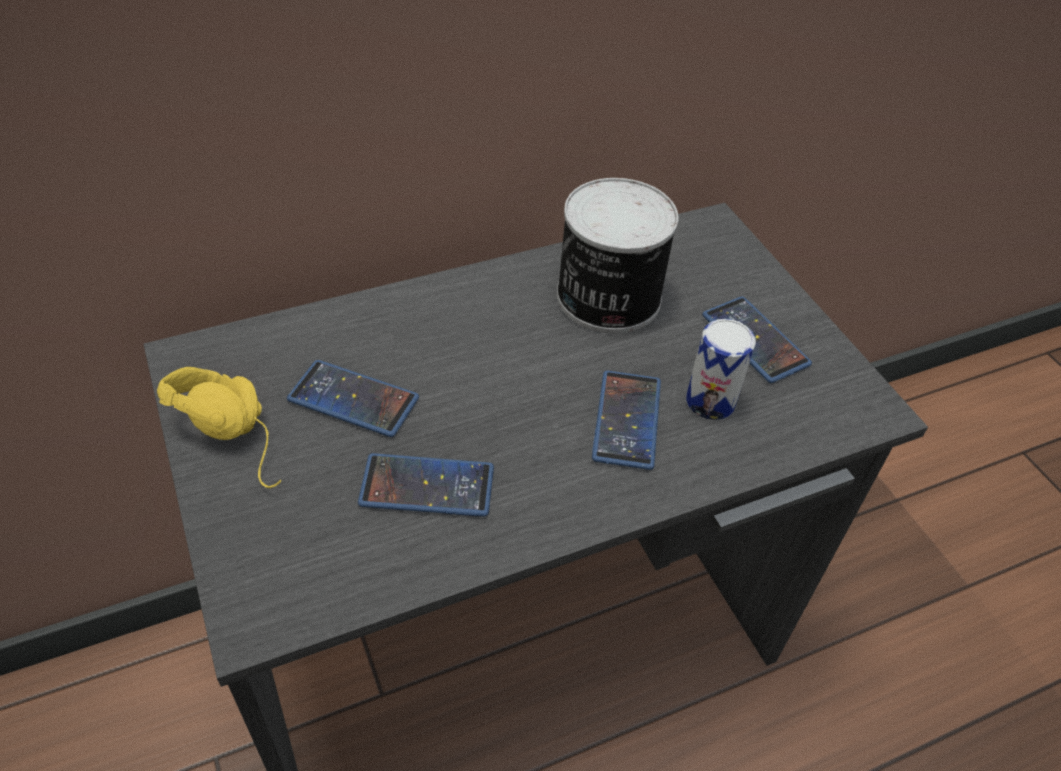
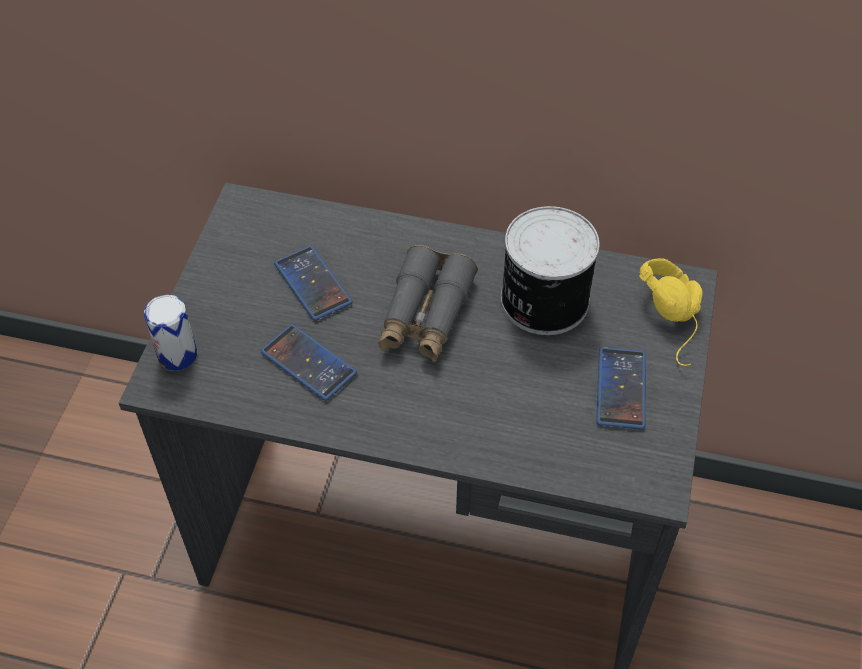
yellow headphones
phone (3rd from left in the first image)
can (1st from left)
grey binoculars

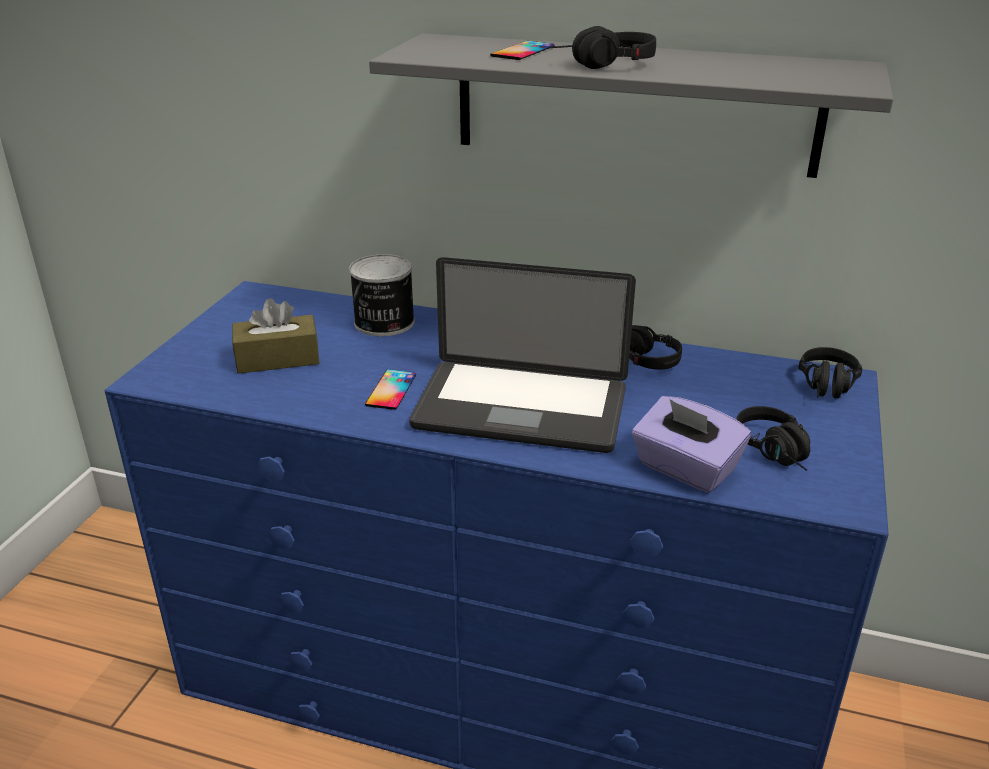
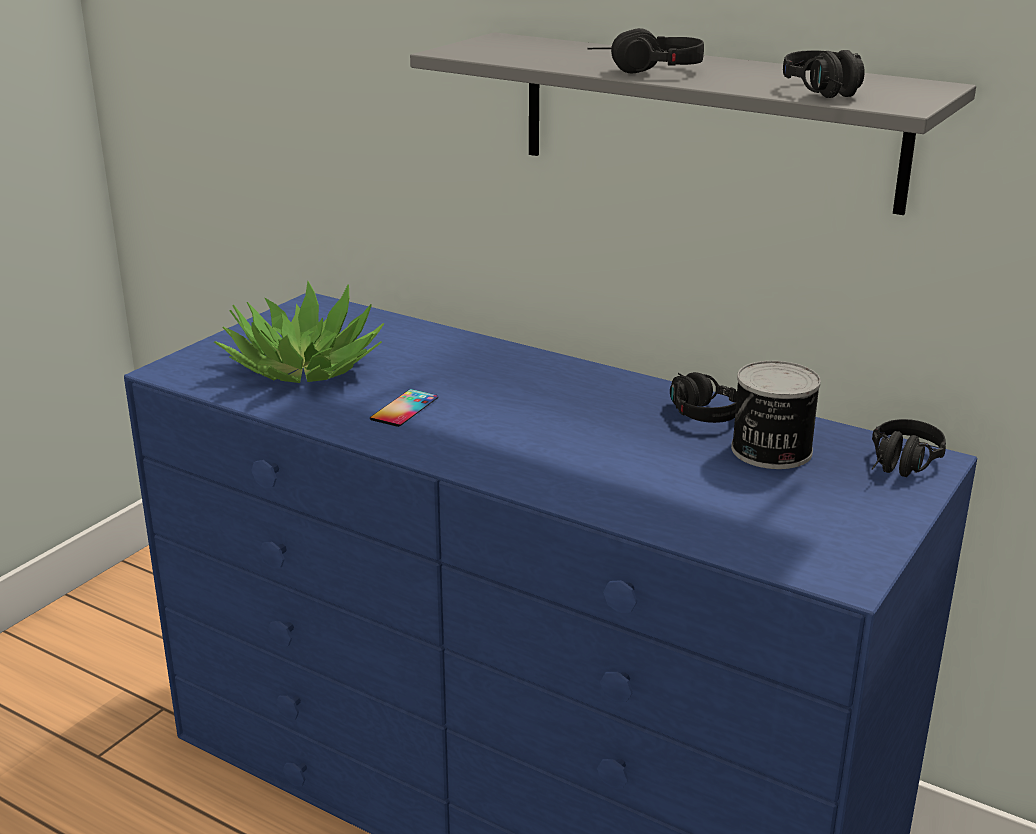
potted plant
can
laptop
phone (2nd from left in the first image)
purple tissue box
black headphones (3rd from left)

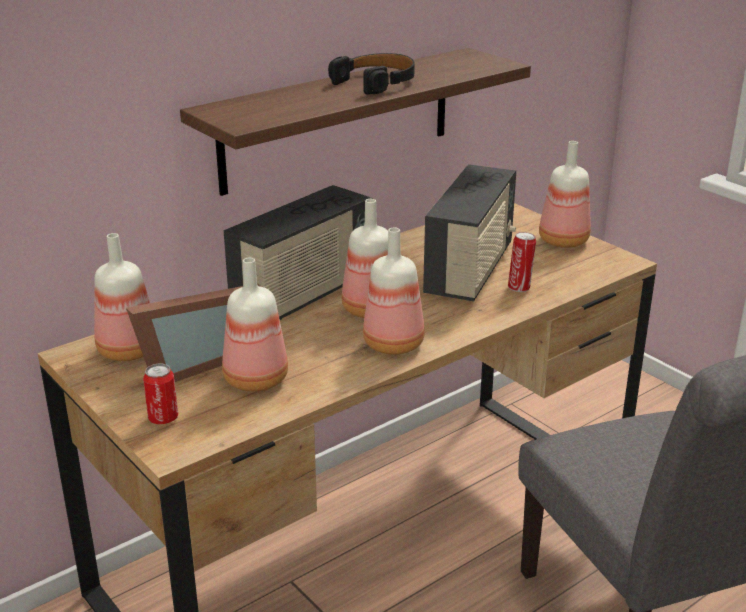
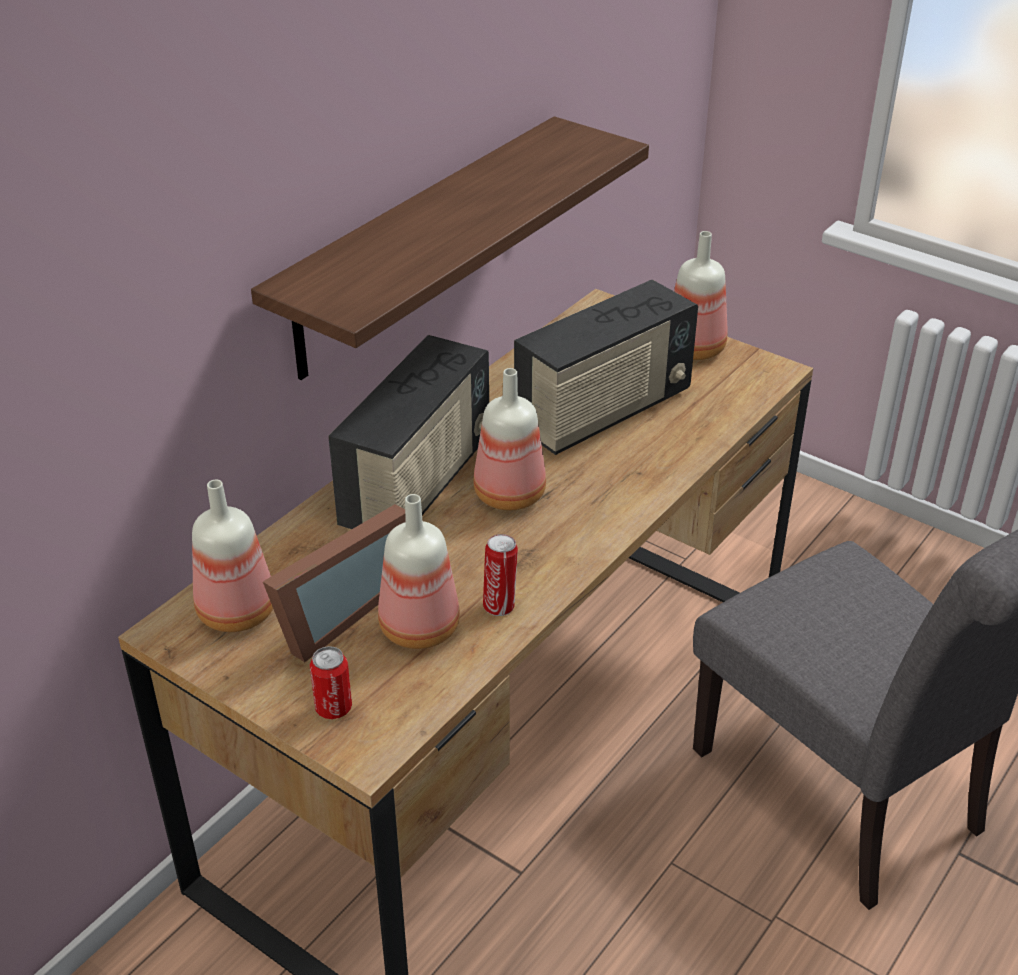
black headphones
bottle (4th from left in the first image)
radio (2nd from left)
can (2nd from left)

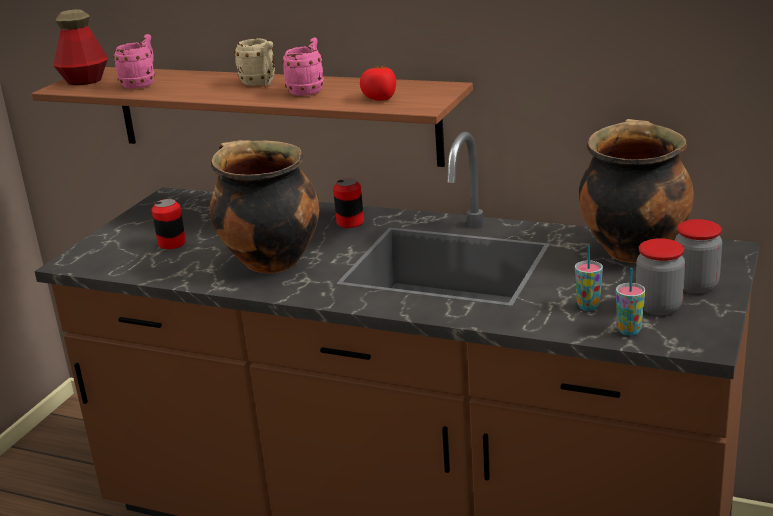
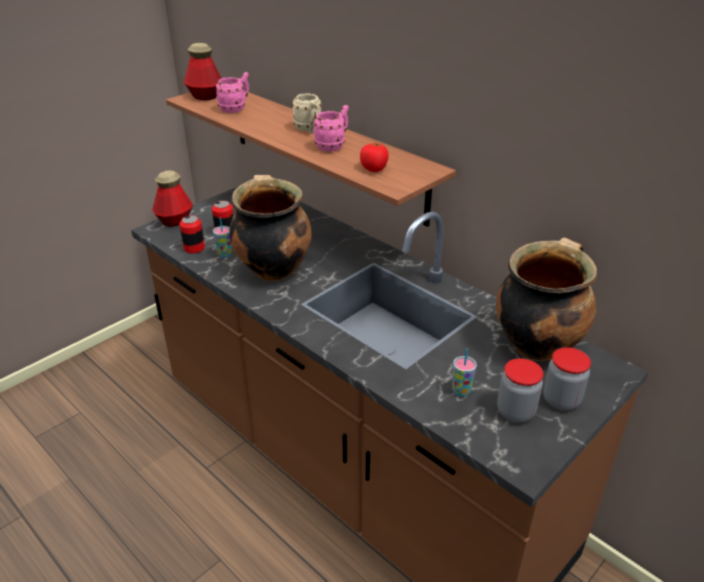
can (1st from left)
cup (1st from left)
bottle (1st from left)

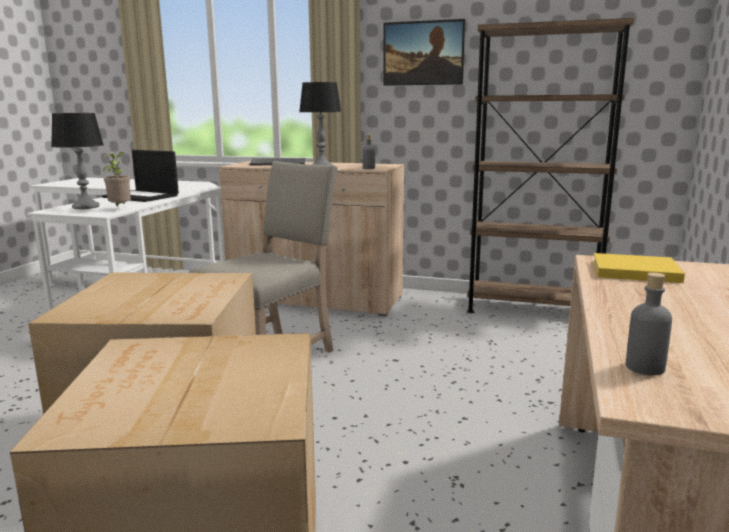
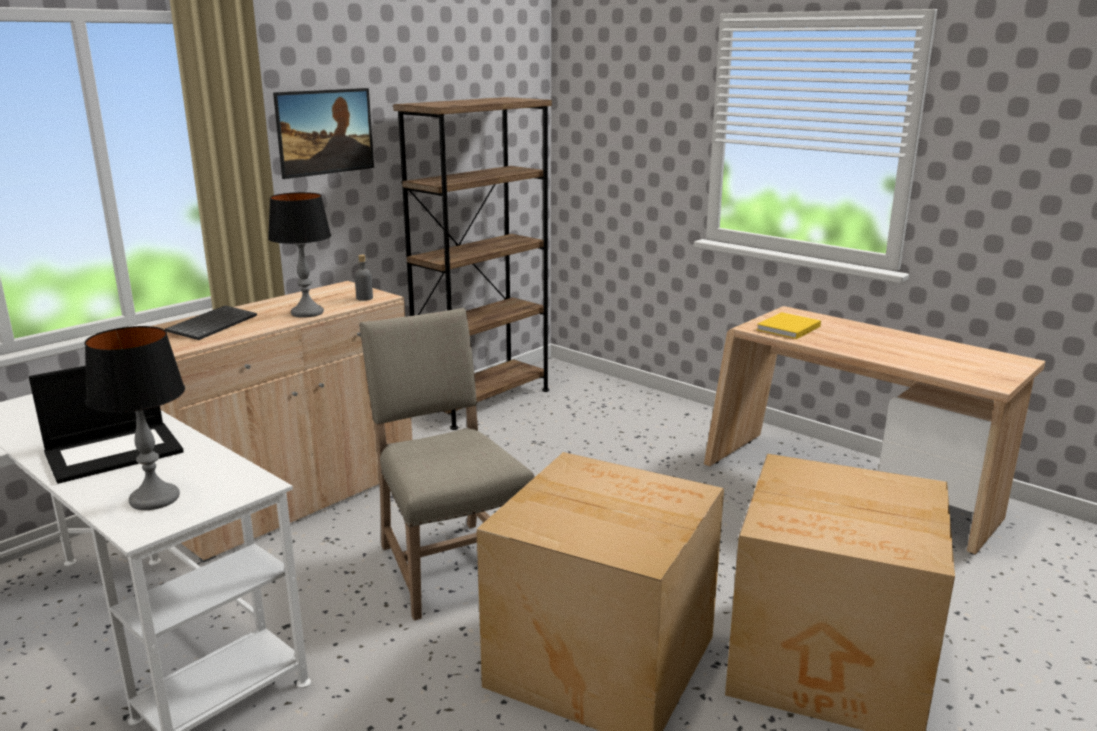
potted plant
grey bottle (2nd from left in the first image)

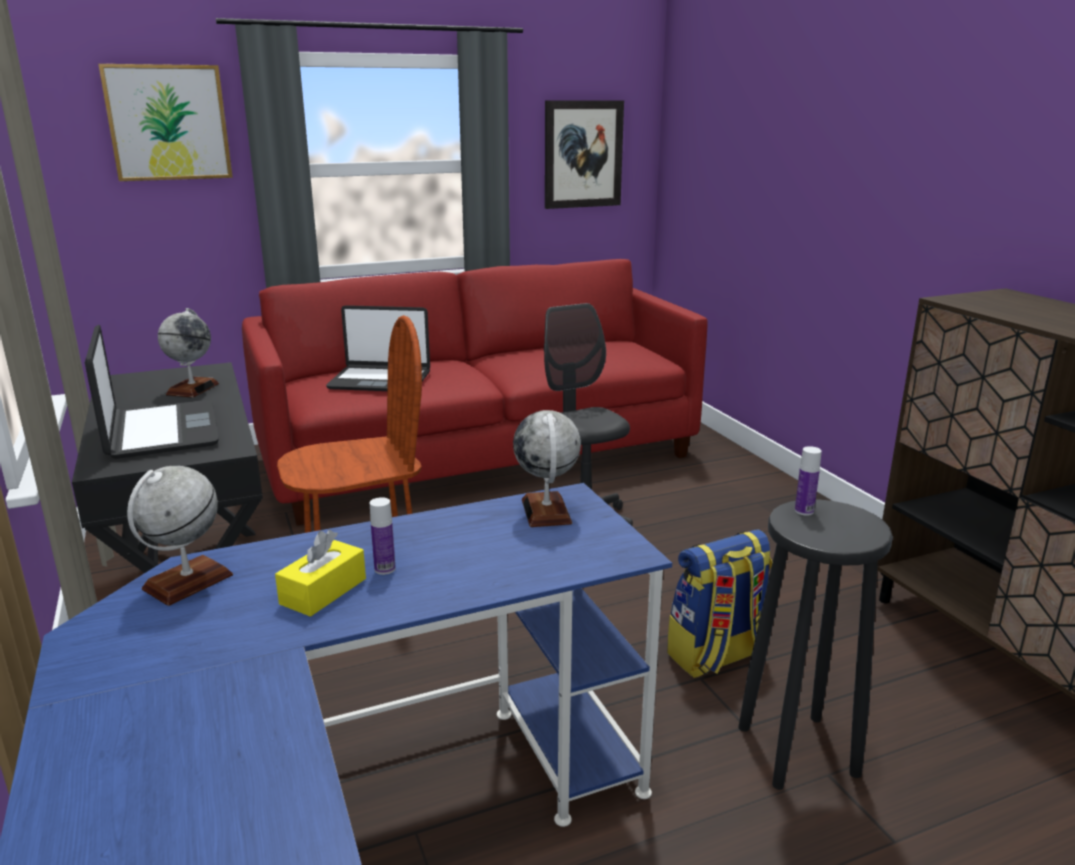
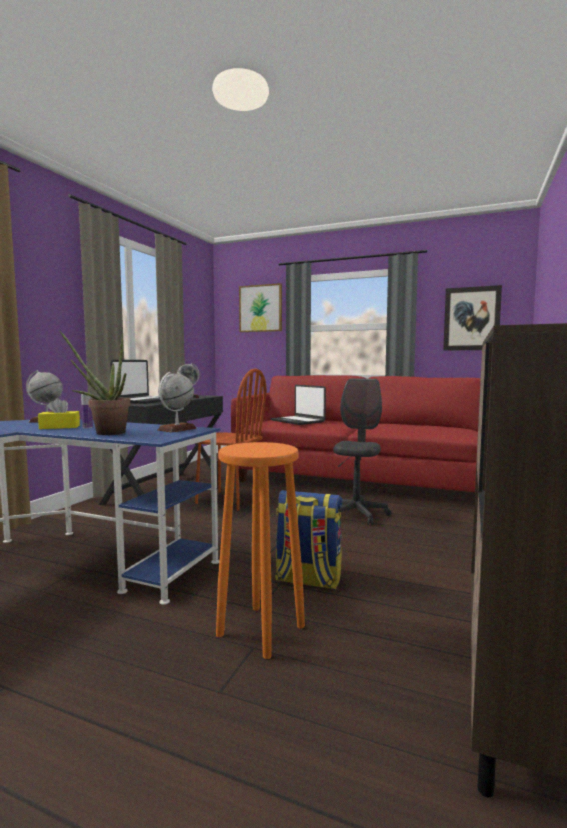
orange stool
bottle (2nd from left in the first image)
potted plant

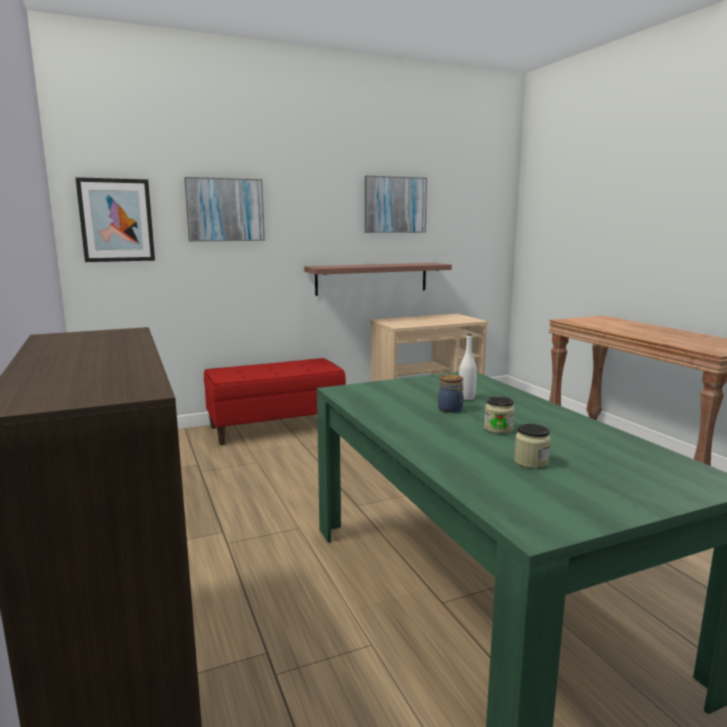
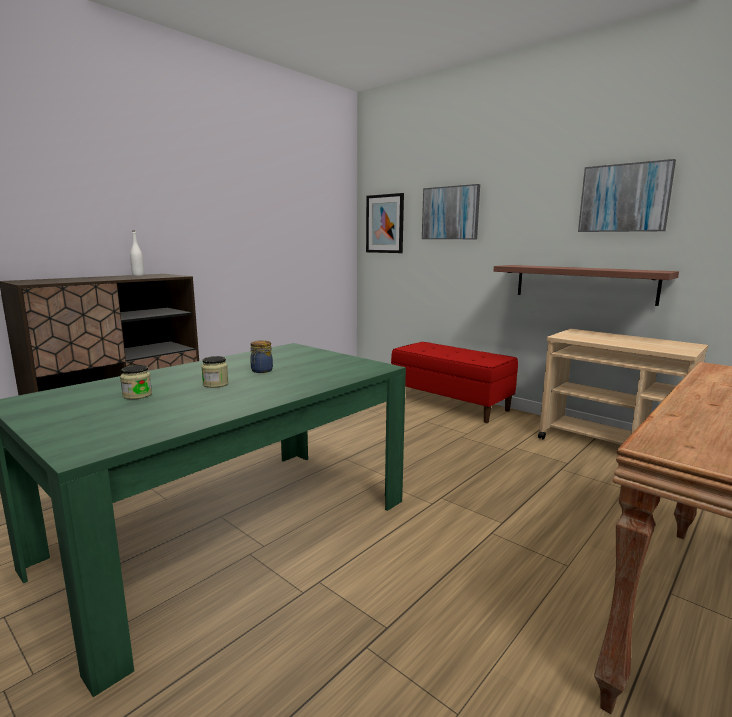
white bottle

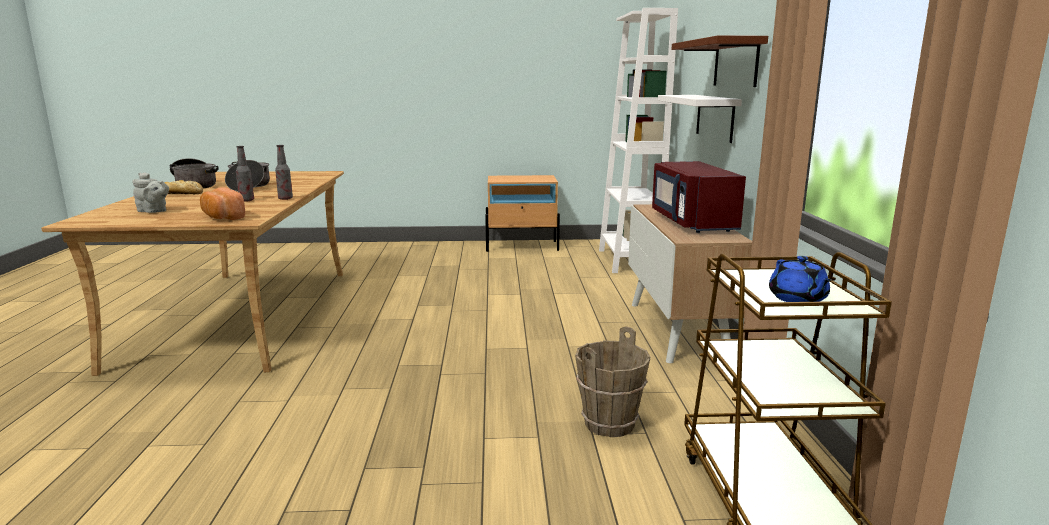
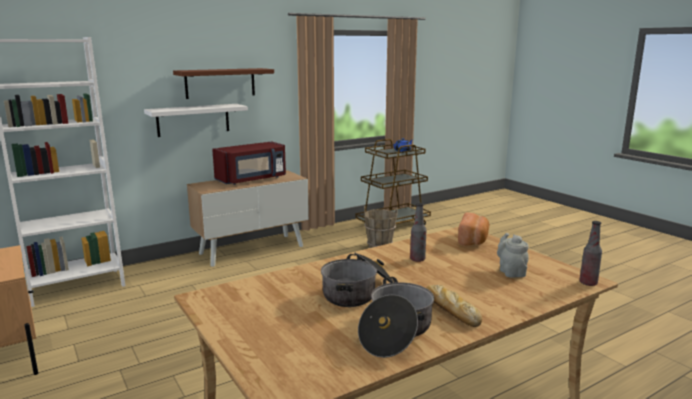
bottle (2nd from left)

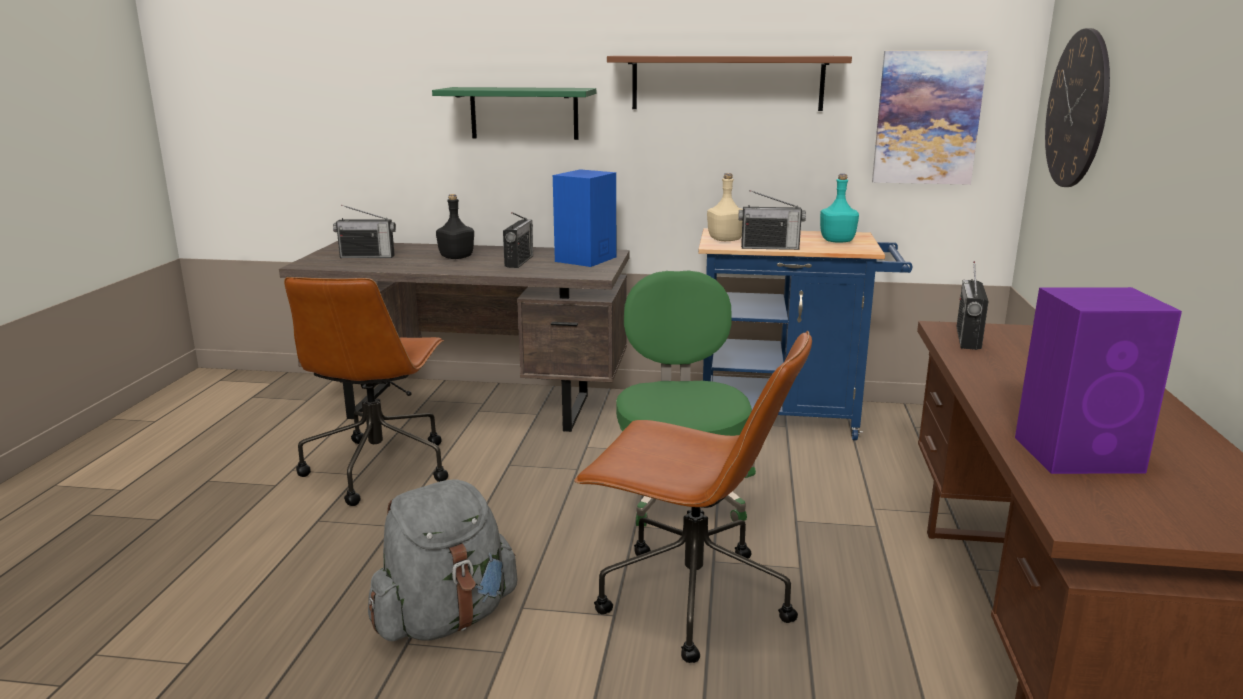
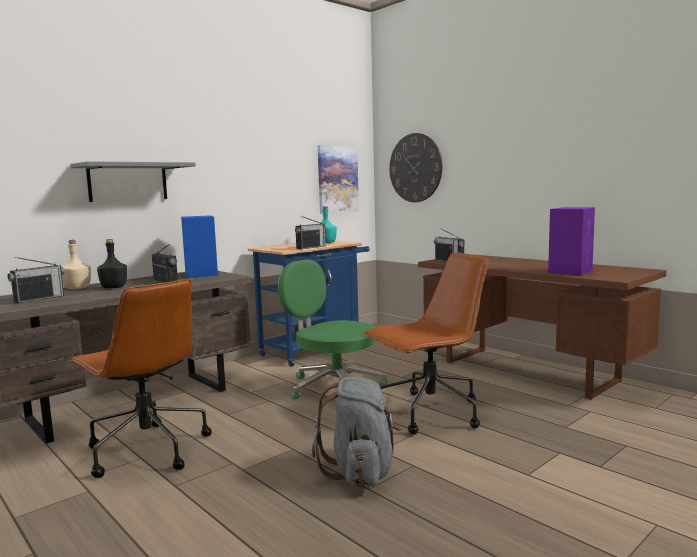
grey shelf
brown shelf
beige bottle

